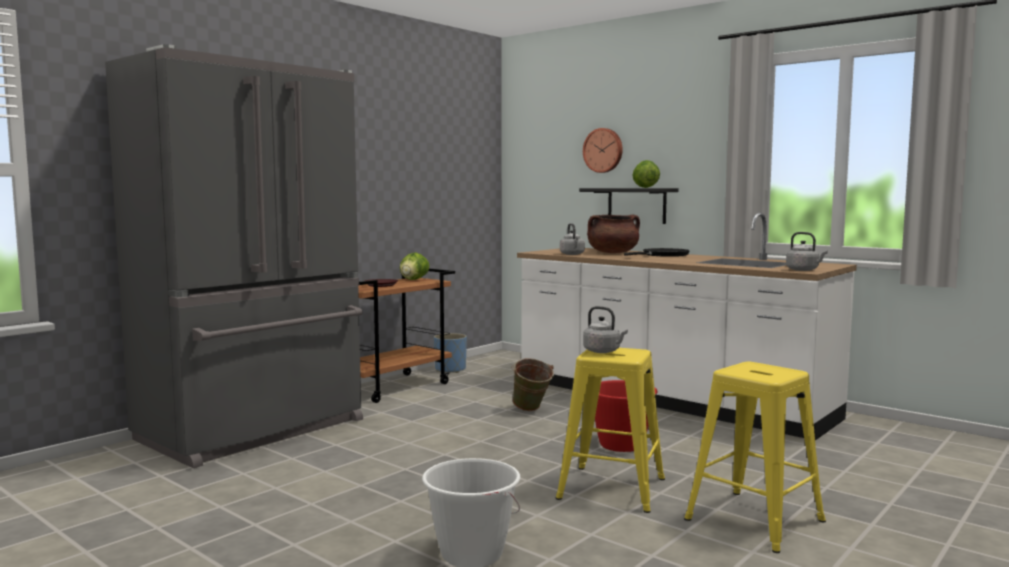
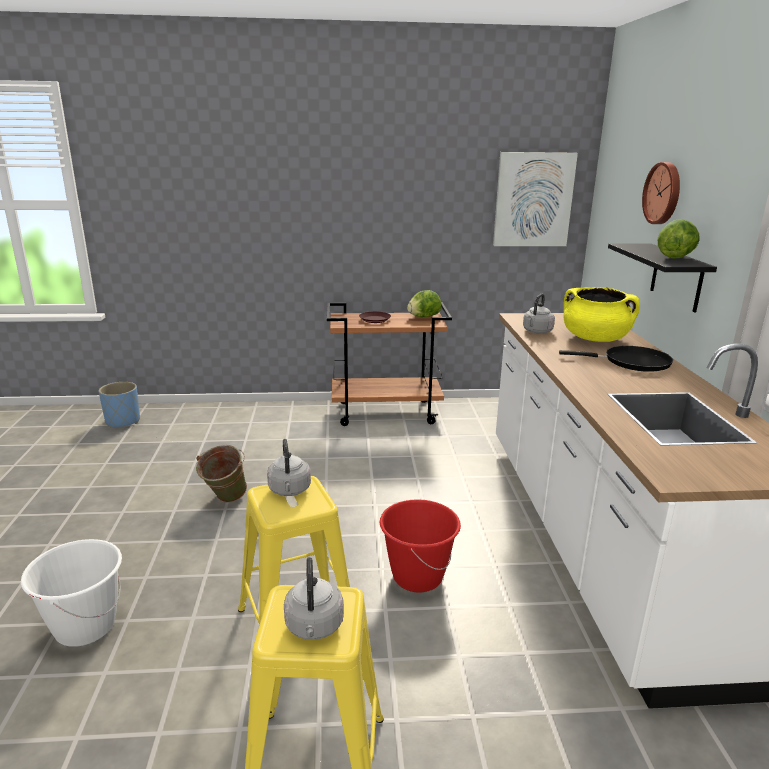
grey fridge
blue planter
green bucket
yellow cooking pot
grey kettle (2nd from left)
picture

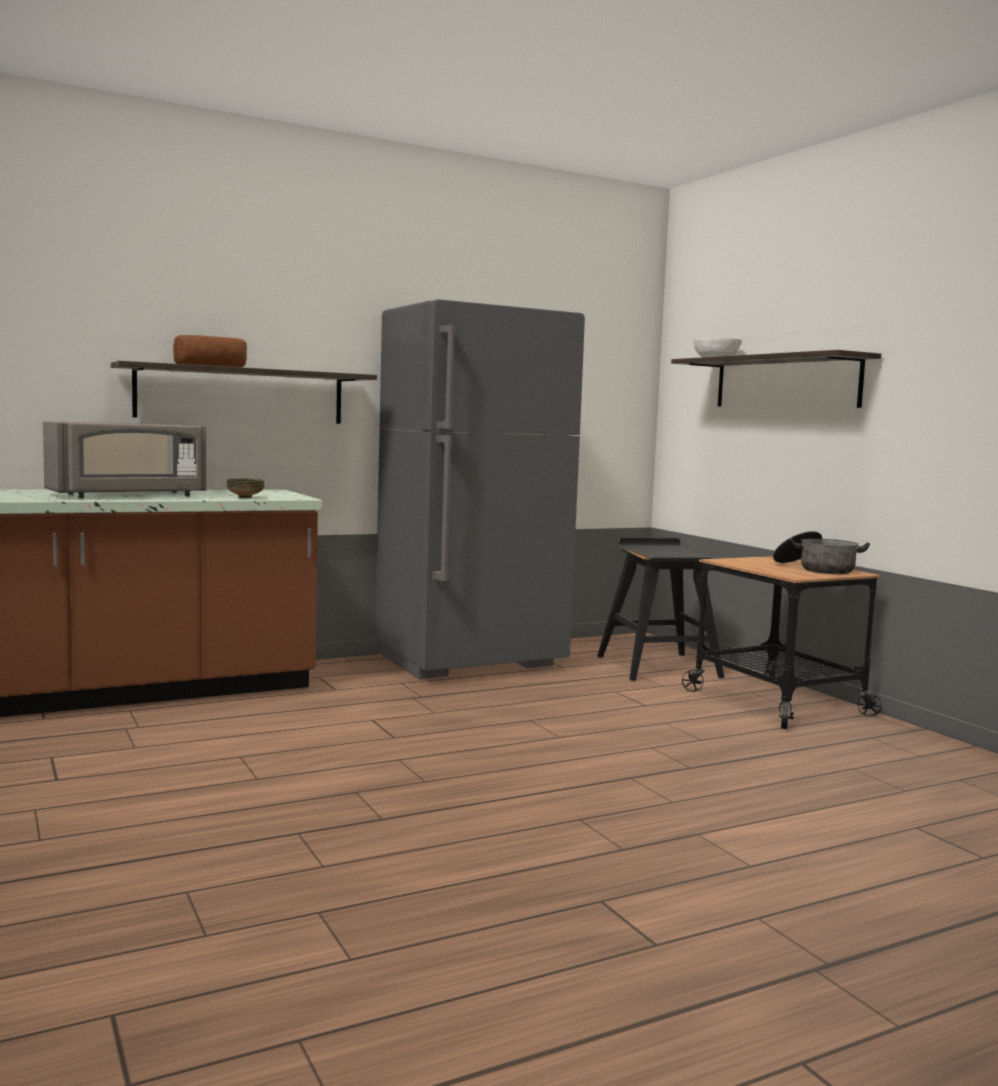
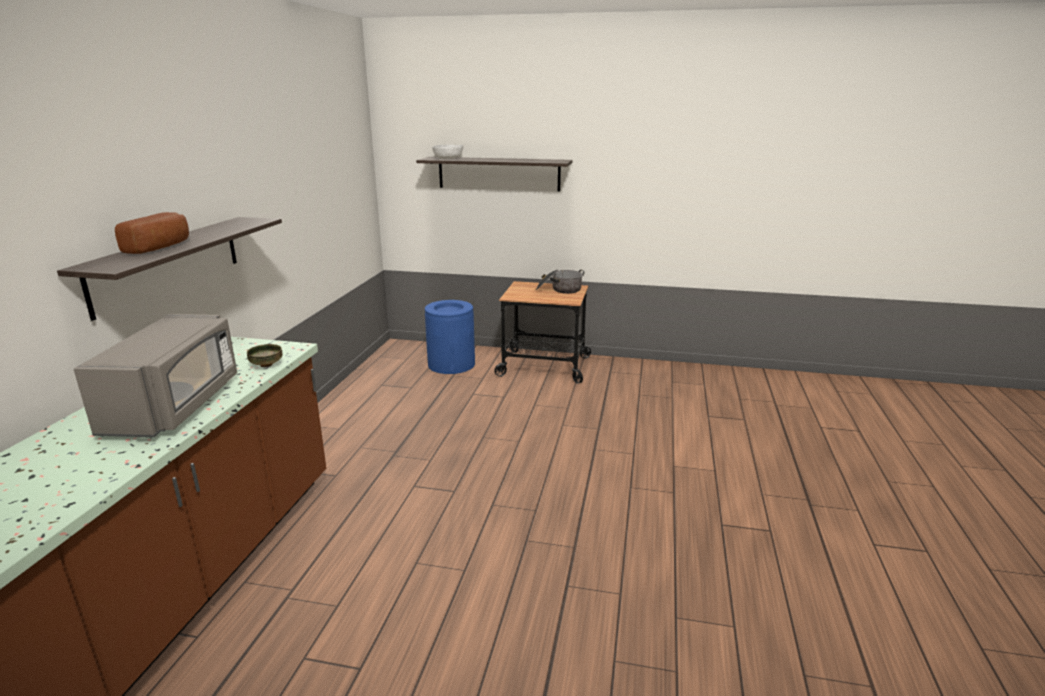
grey fridge
blue trash can

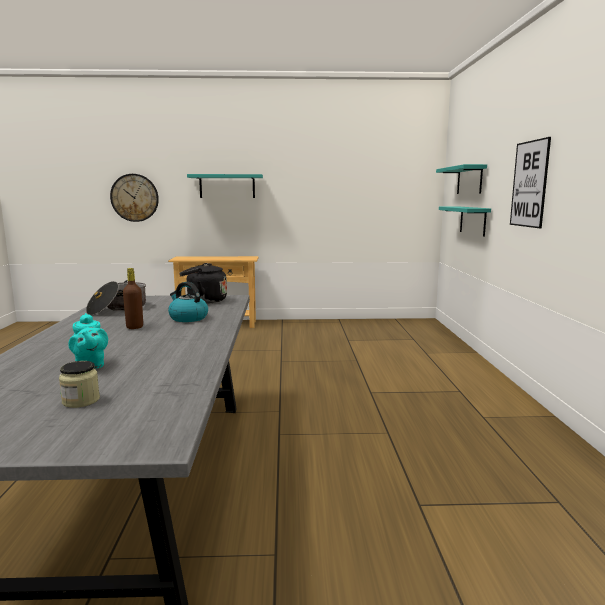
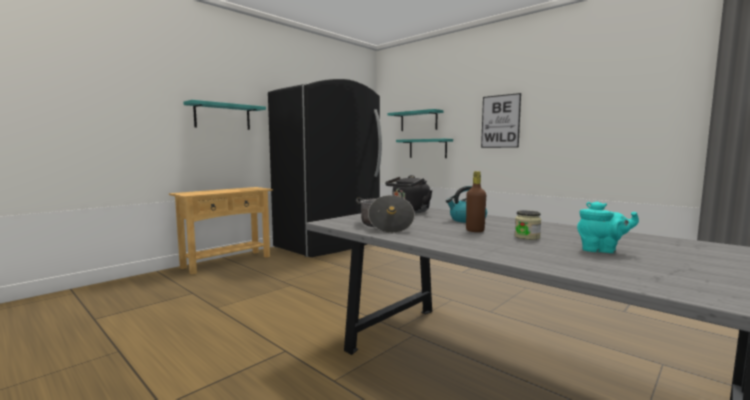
jar
wall clock
black fridge

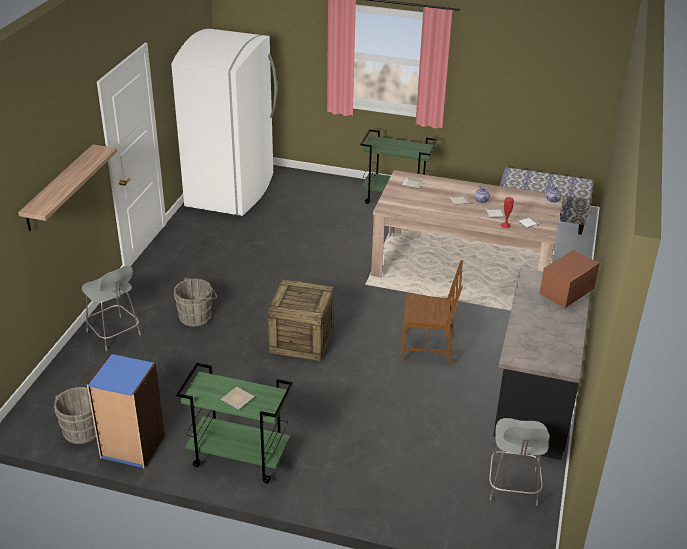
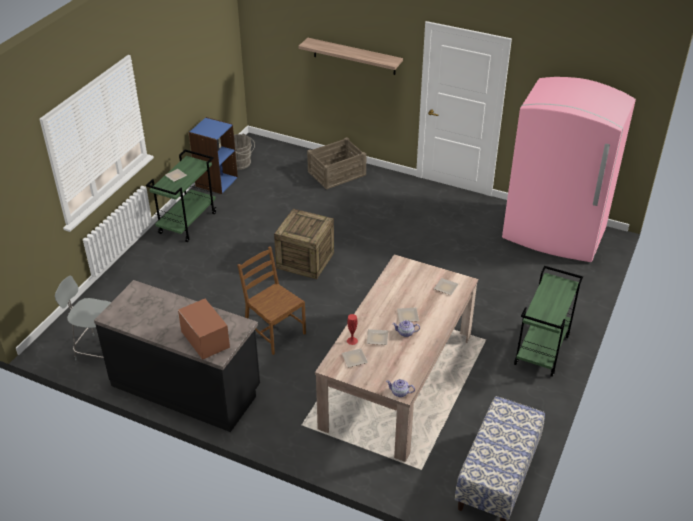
crate (2nd from left)
pink fridge
grey bucket (2nd from left in the first image)
brown chair

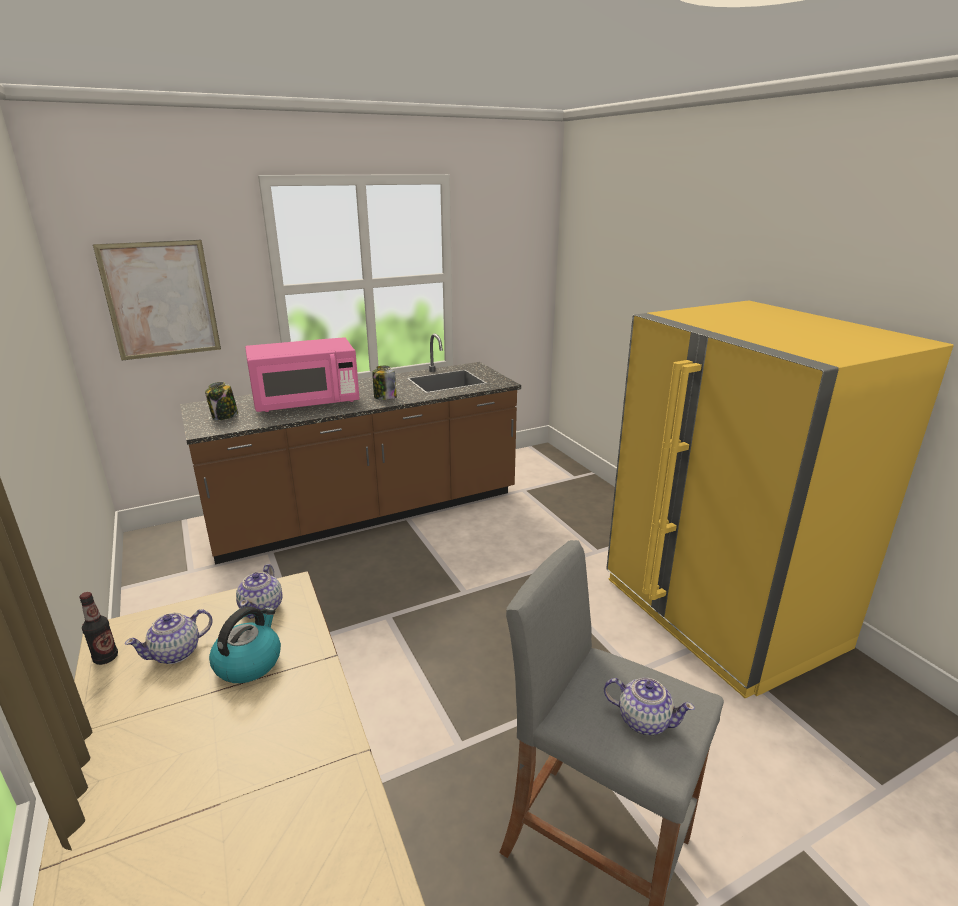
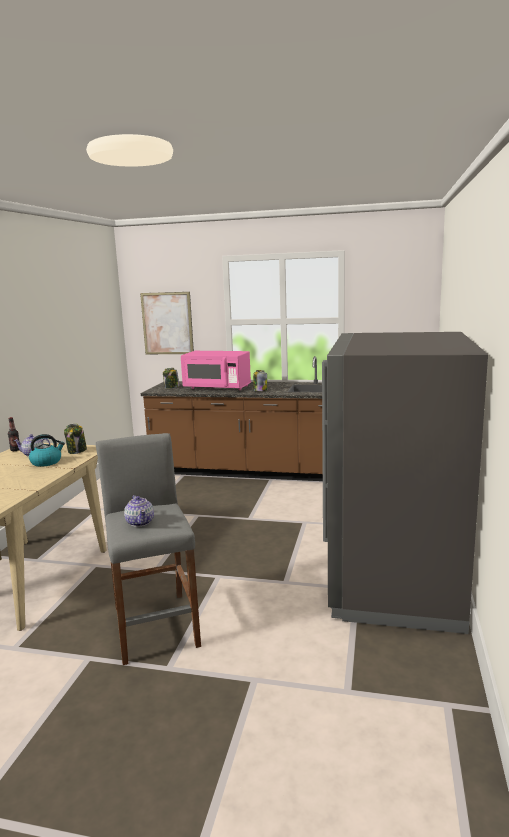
jar (1st from left)
grey fridge

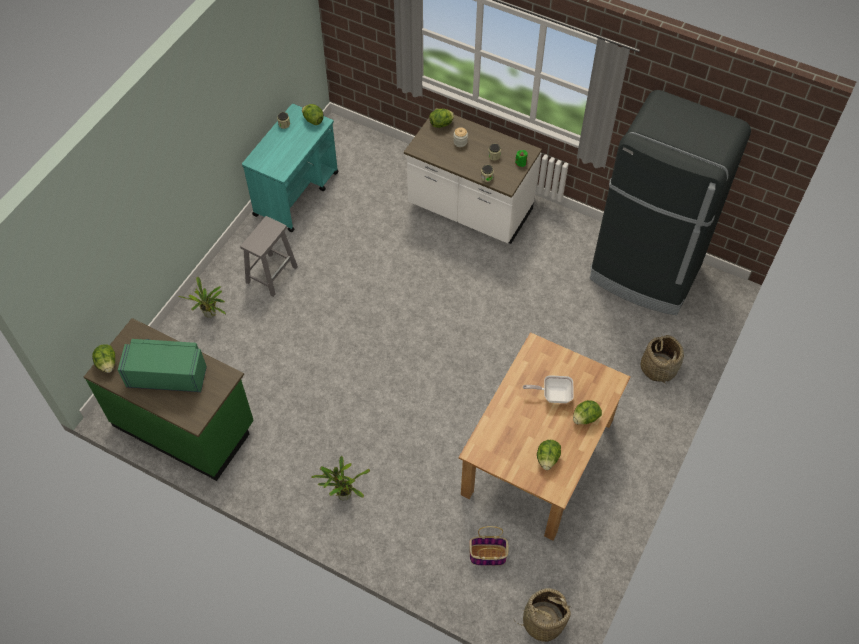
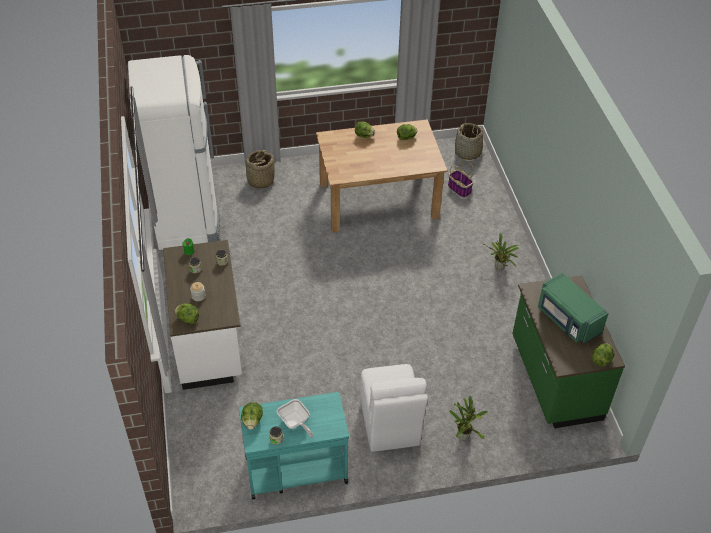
white chair
frying pan
white fridge

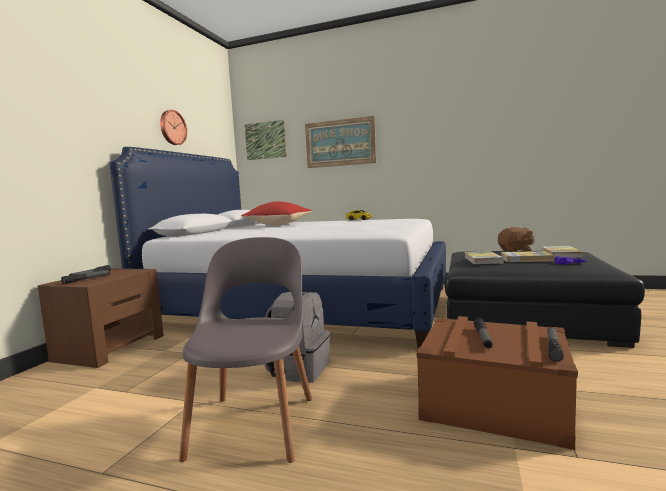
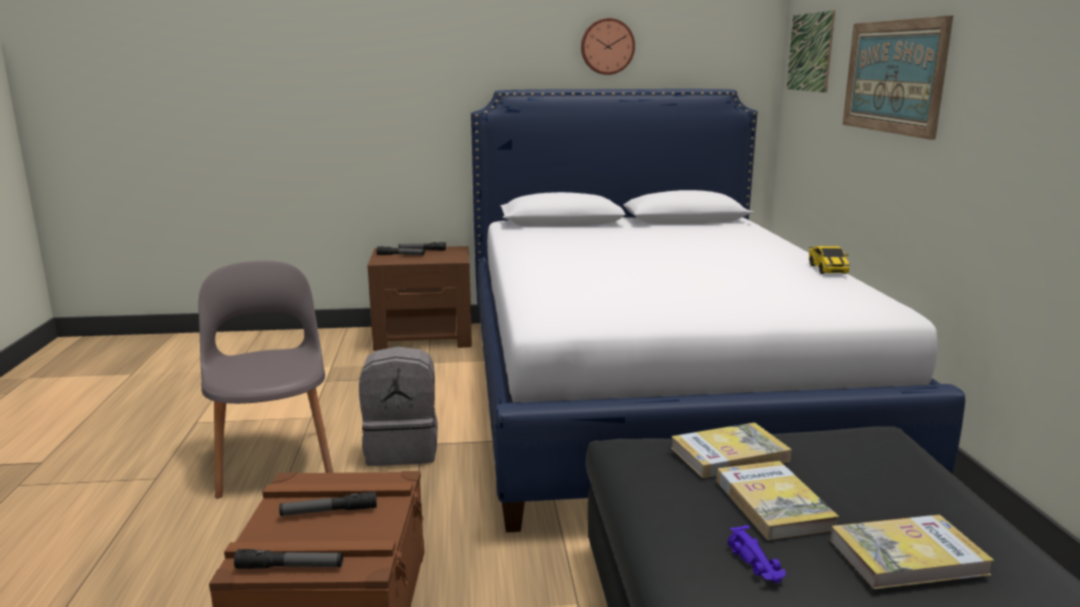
grey chair
red pillow
brown plush toy

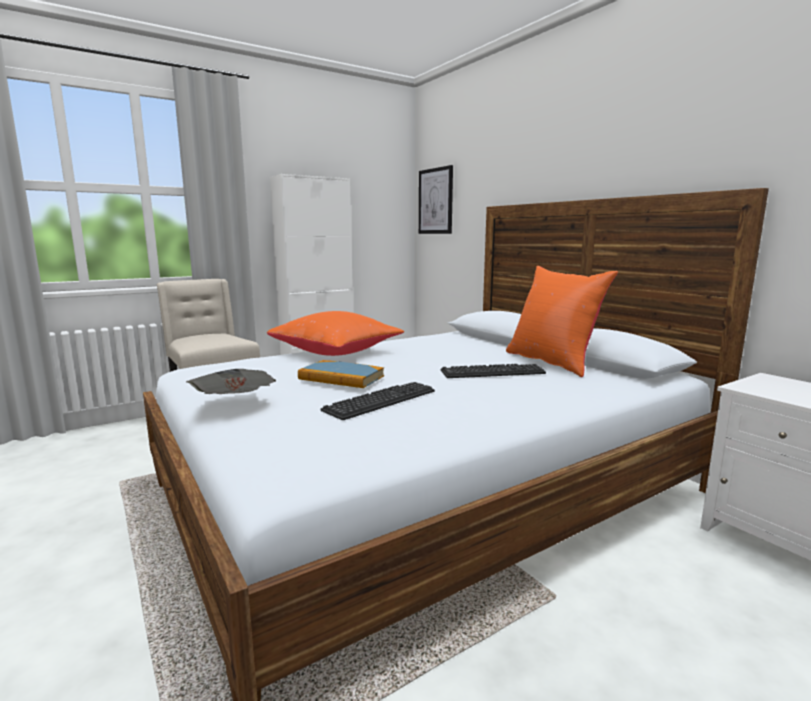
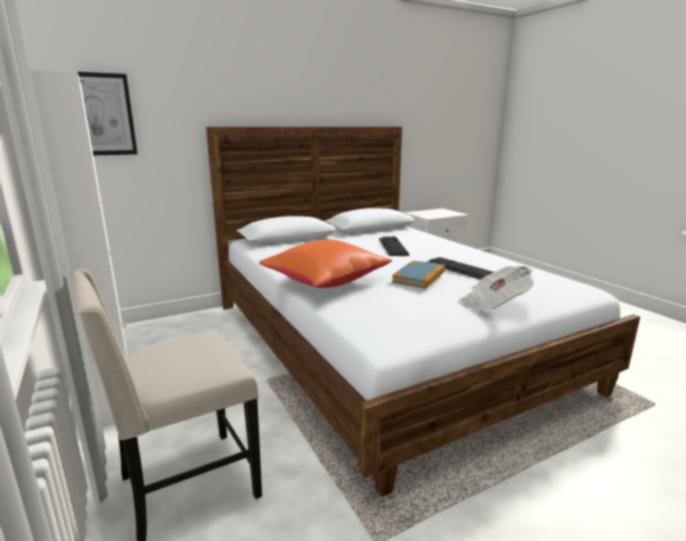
orange pillow (2nd from left in the first image)

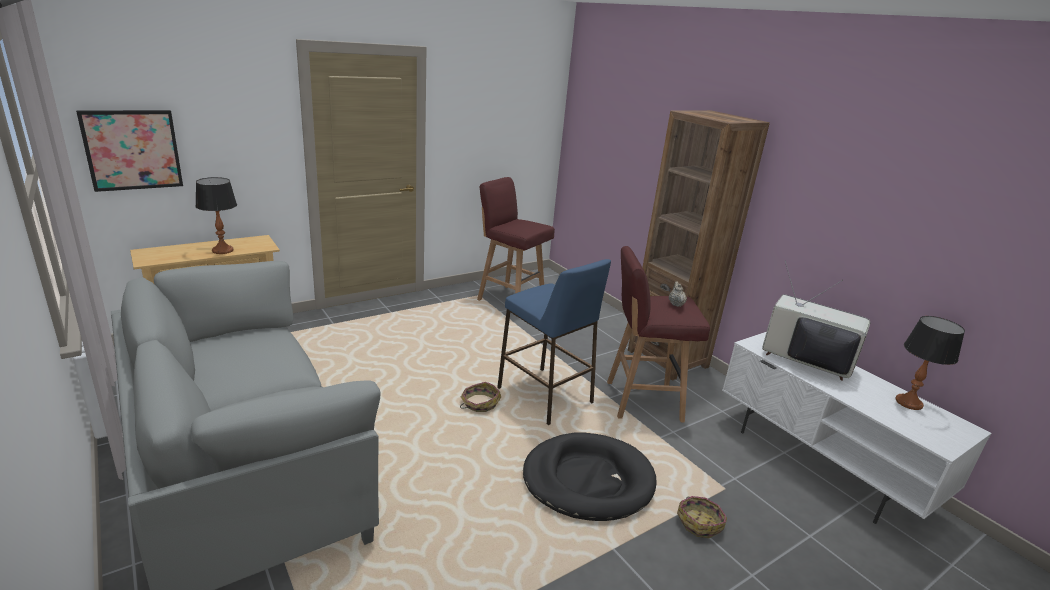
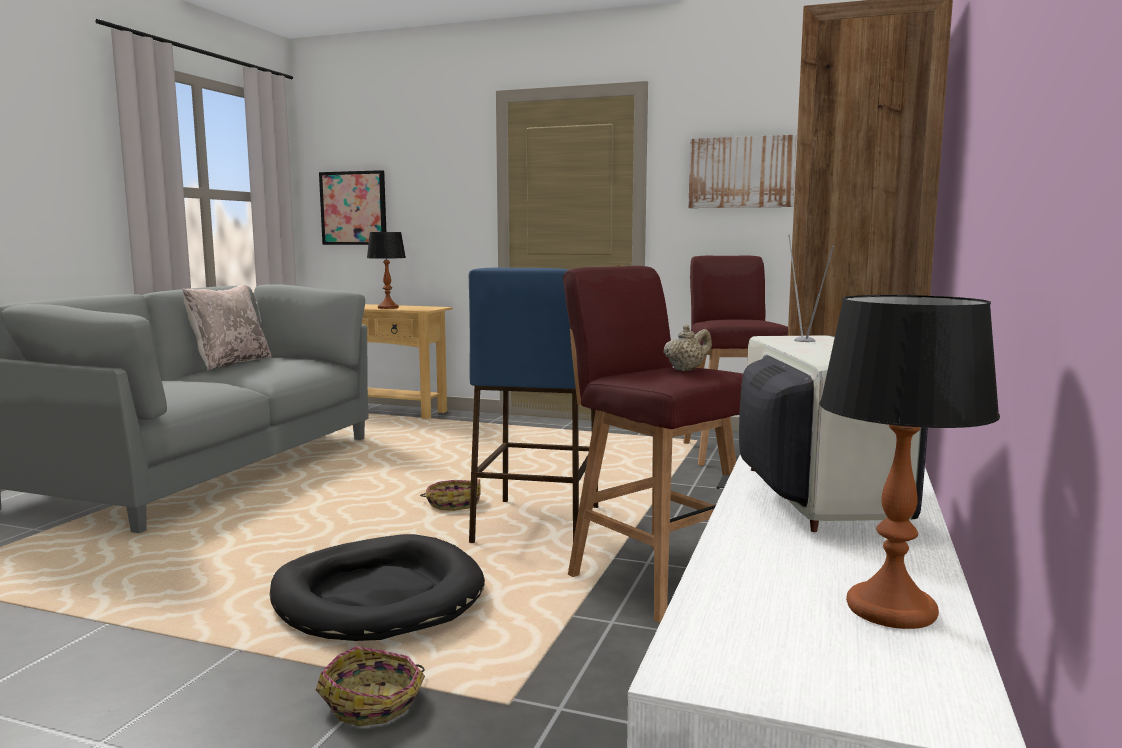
beige pillow
picture (2nd from left)

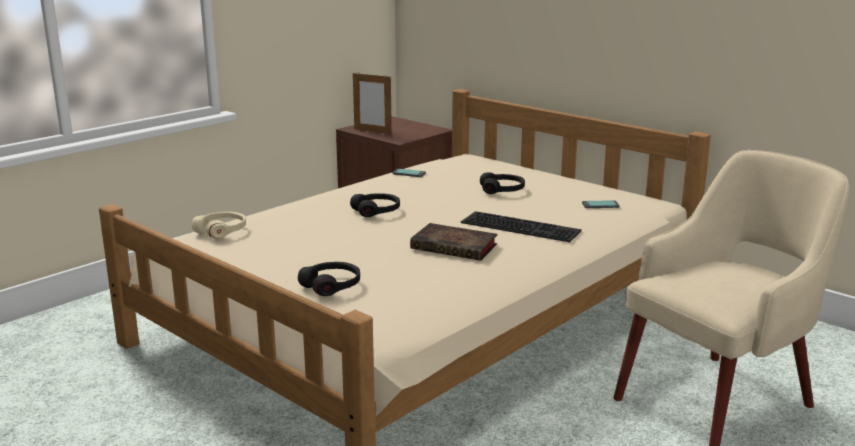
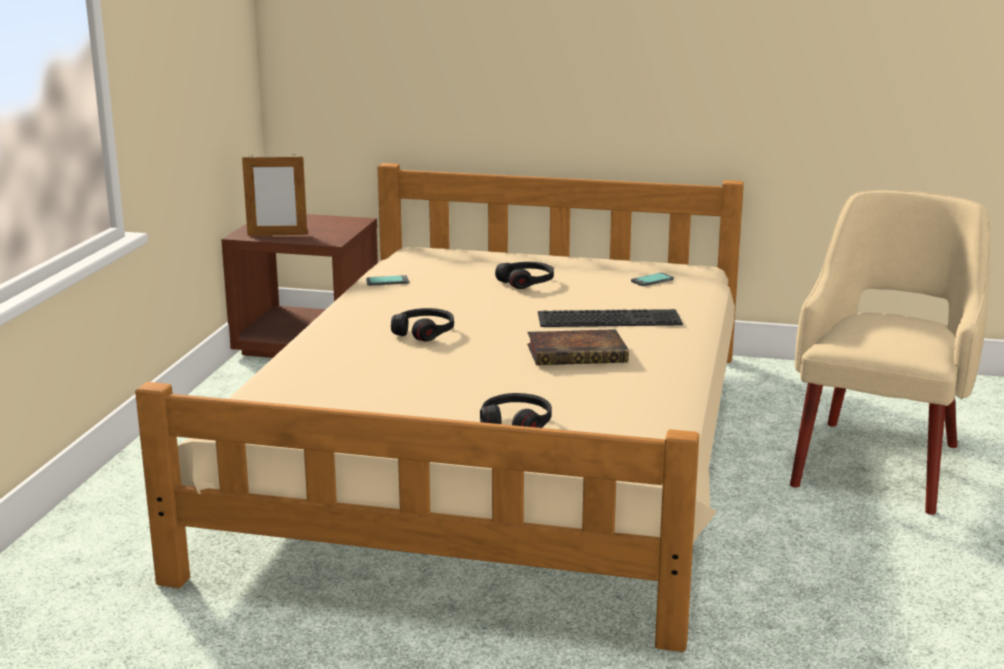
beige headphones

